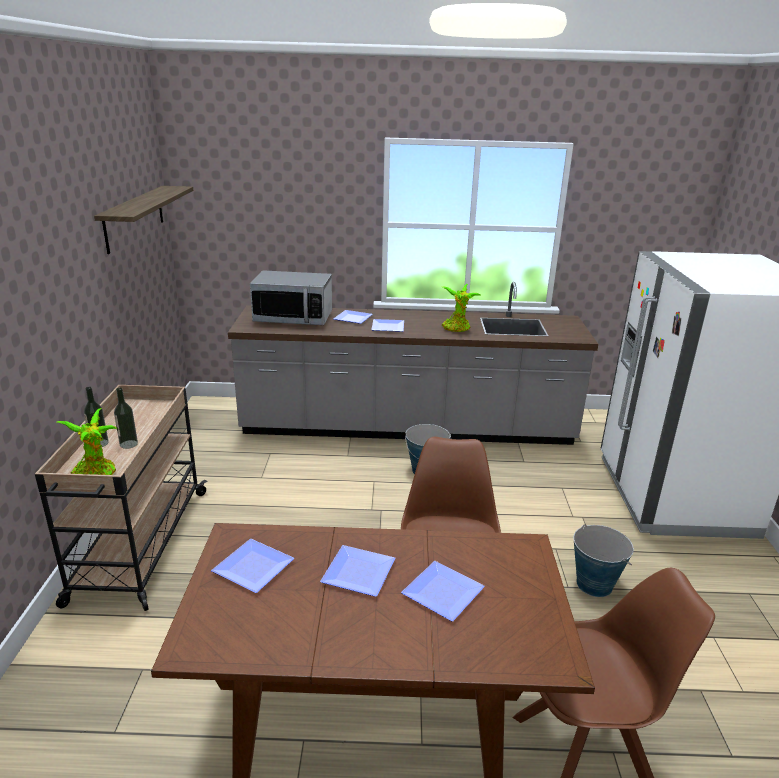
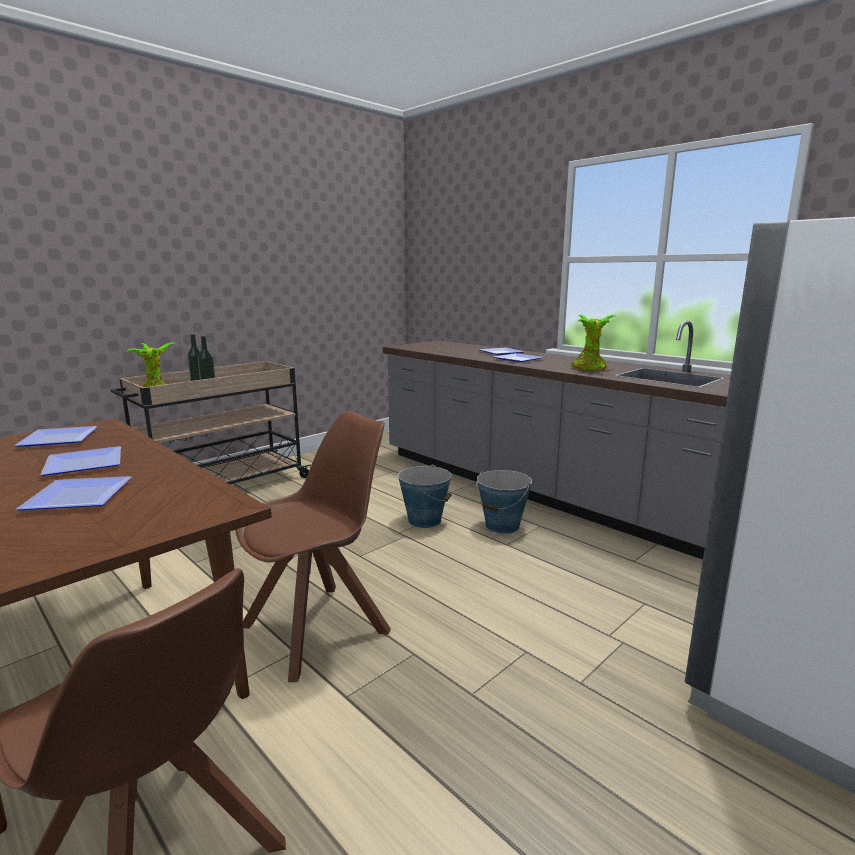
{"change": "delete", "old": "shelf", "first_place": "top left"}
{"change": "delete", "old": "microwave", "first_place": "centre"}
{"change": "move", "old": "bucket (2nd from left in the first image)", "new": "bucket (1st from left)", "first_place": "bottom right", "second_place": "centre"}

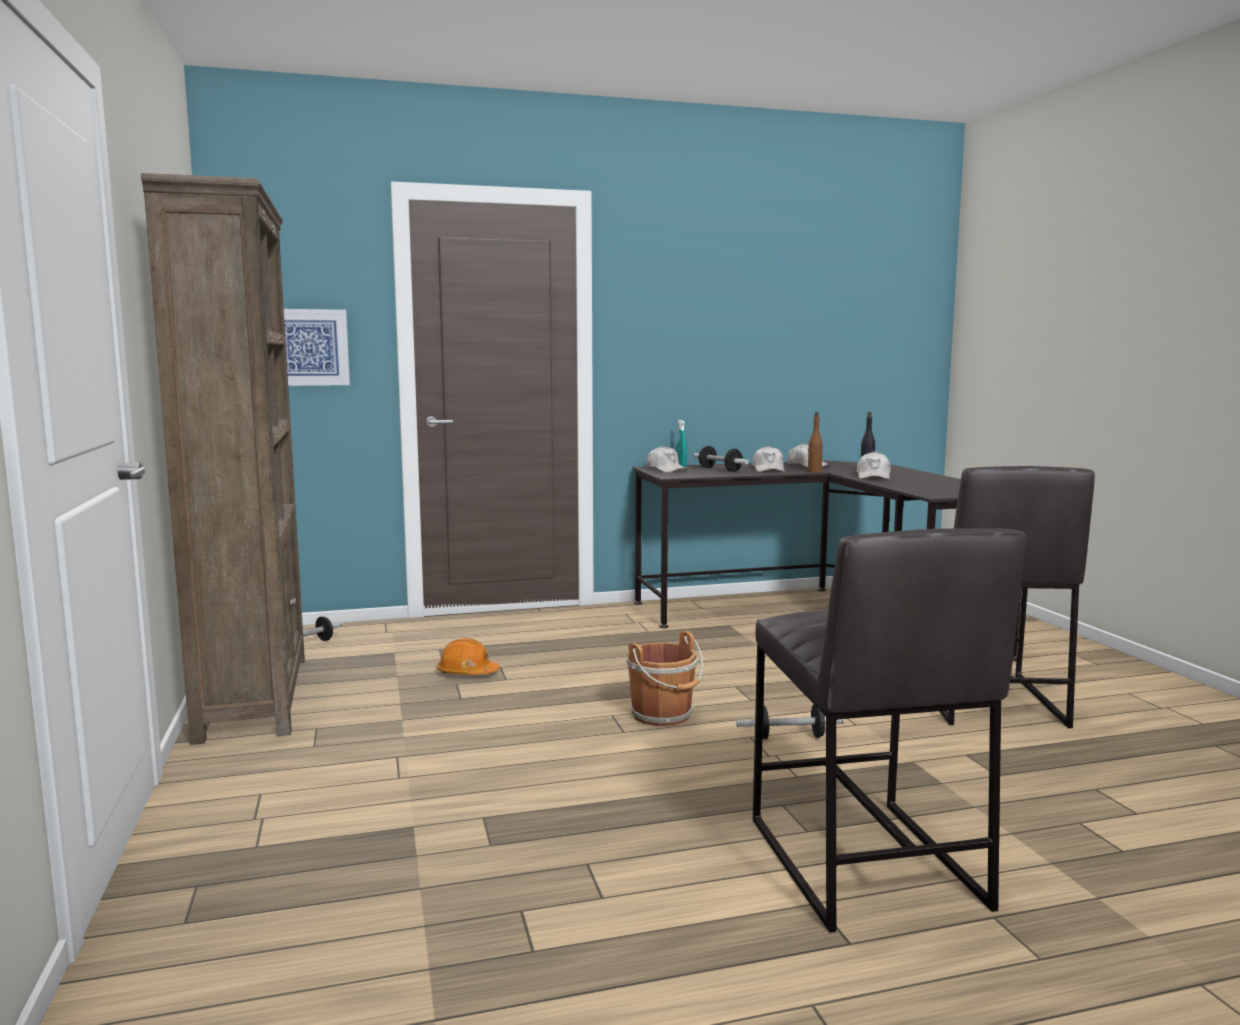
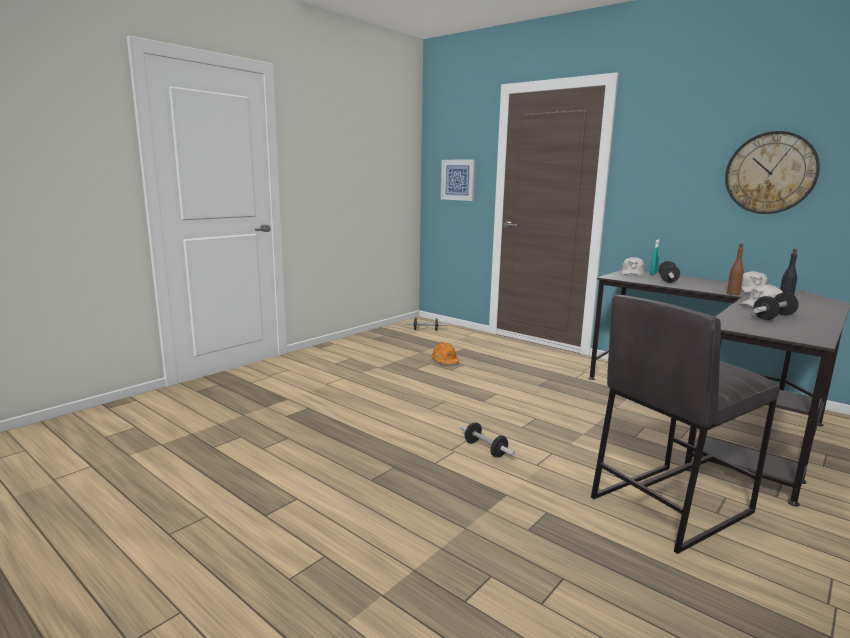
{"change": "delete", "old": "brown_bookcase", "first_place": "middle left"}
{"change": "delete", "old": "brown_bucket", "first_place": "centre"}
{"change": "delete", "old": "white_cap (2nd from left)", "first_place": "centre"}
{"change": "delete", "old": "grey_stool (1st from left)", "first_place": "bottom right"}
{"change": "insert", "new": "wall_clock", "second_place": "top right"}
{"change": "insert", "new": "dumbbell (4th from left)", "second_place": "middle right"}

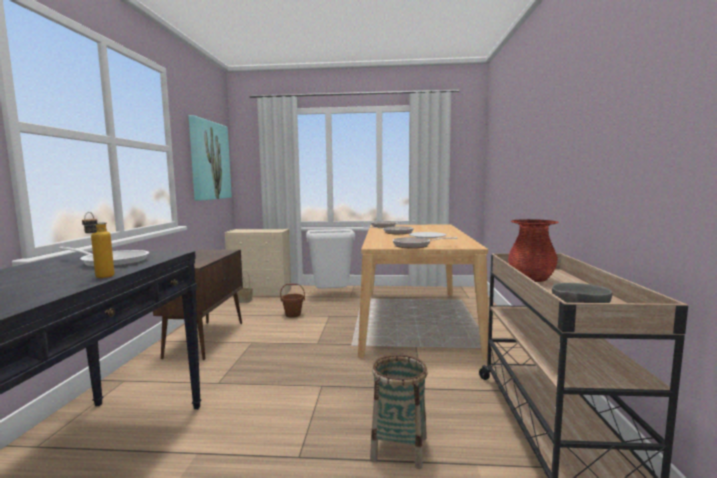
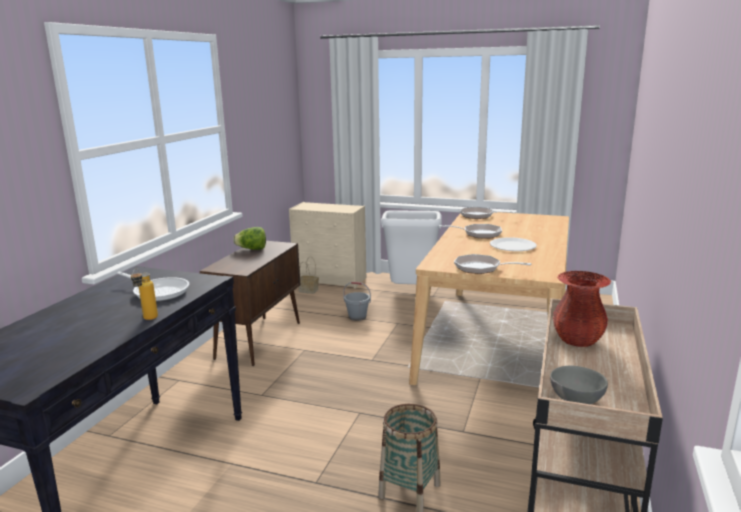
{"change": "delete", "old": "picture", "first_place": "top left"}
{"change": "recolor", "old": "brown_bucket", "new": "grey_bucket", "first_place": "centre", "second_place": "centre"}
{"change": "insert", "new": "lettuce", "second_place": "centre"}

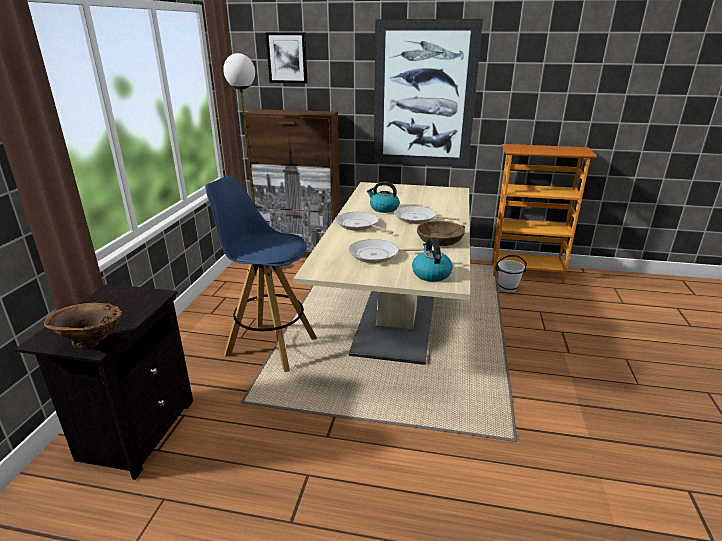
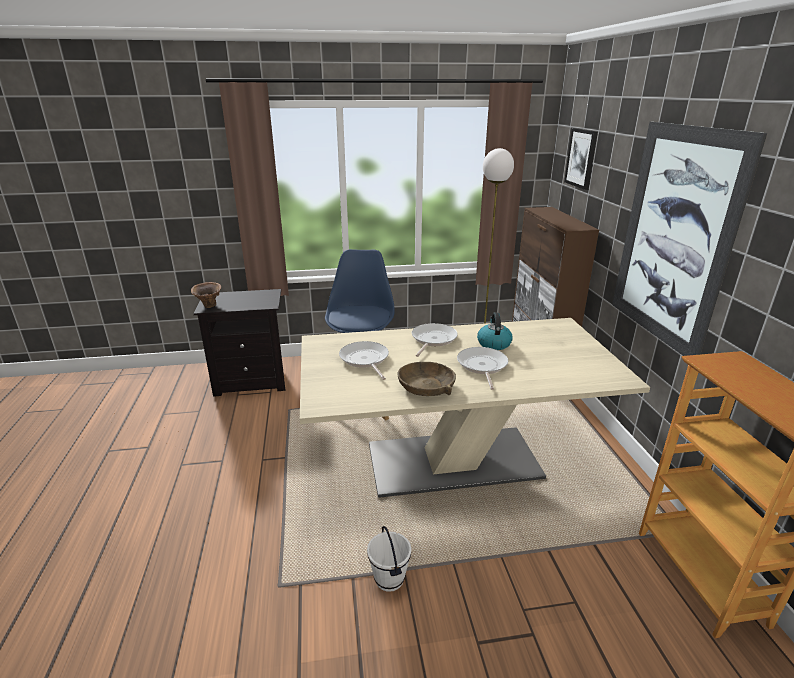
{"change": "delete", "old": "kettle (2nd from left)", "first_place": "centre"}
{"change": "move", "old": "white_bucket", "first_place": "middle right", "second_place": "bottom centre"}

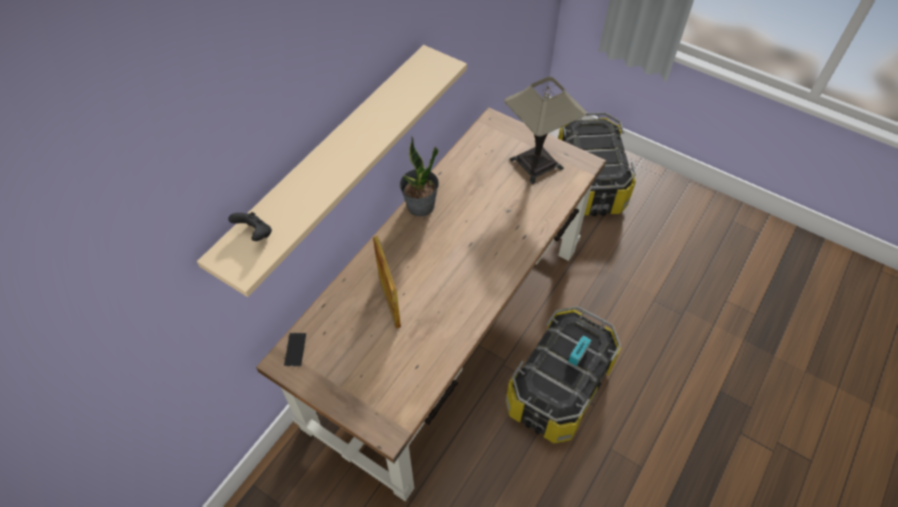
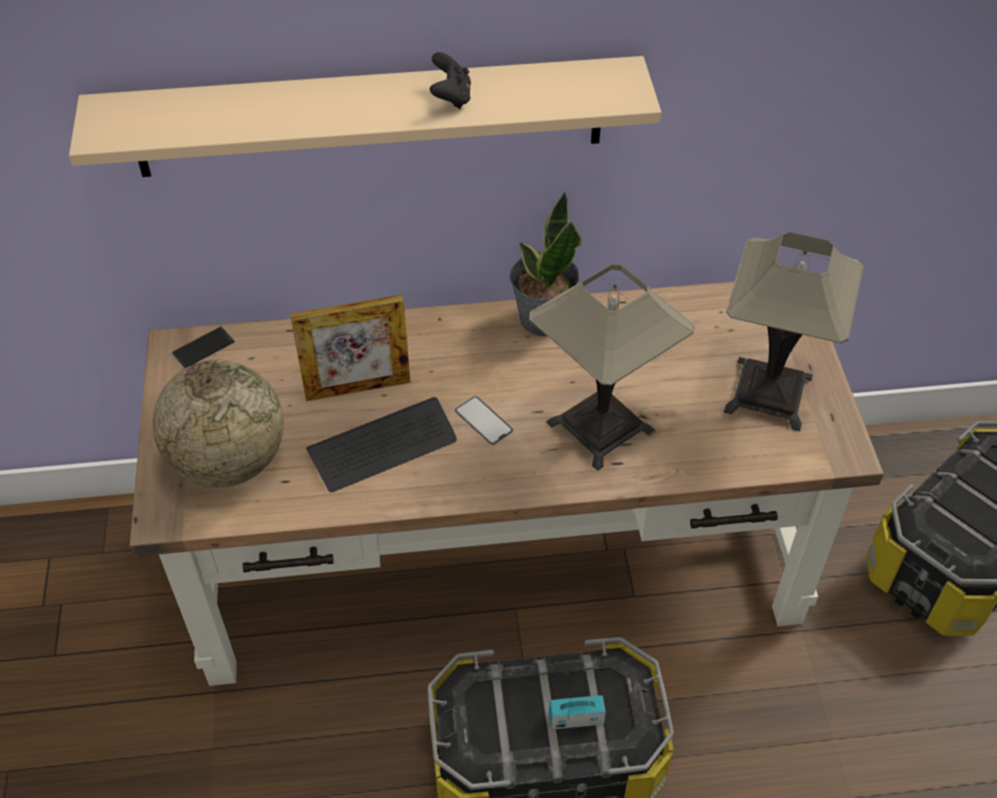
{"change": "move", "old": "black_game_controller", "first_place": "middle left", "second_place": "top centre"}
{"change": "rotate", "old": "picture_frame", "first_place": "centre", "second_place": "centre", "degrees": 45}
{"change": "insert", "new": "globe", "second_place": "middle left"}
{"change": "insert", "new": "keyboard", "second_place": "centre"}
{"change": "insert", "new": "phone (2nd from left)", "second_place": "centre"}
{"change": "insert", "new": "table_lamp (1st from left)", "second_place": "centre"}

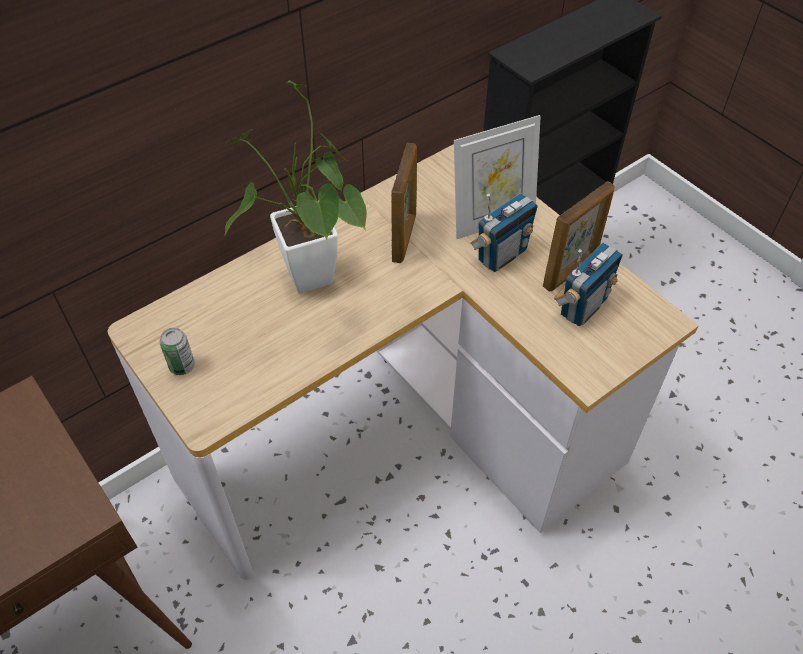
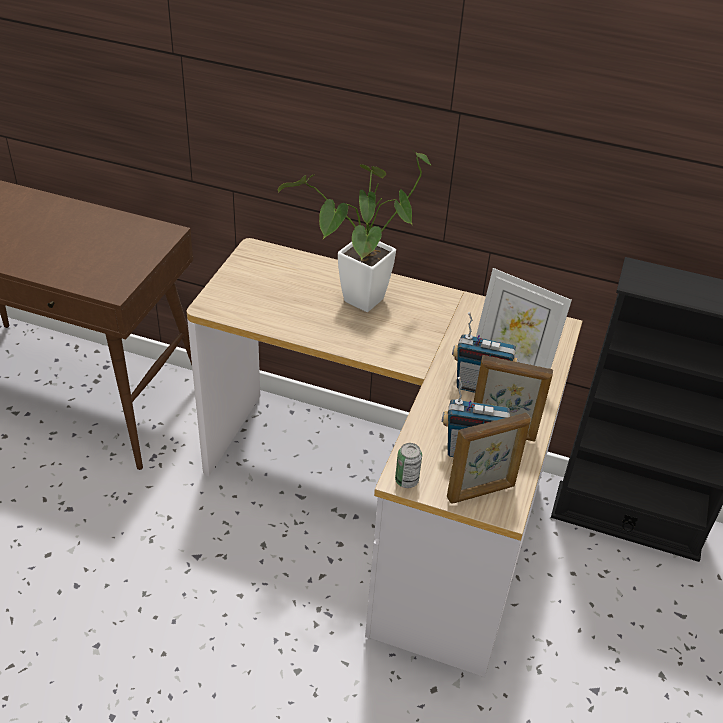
{"change": "move", "old": "can", "first_place": "middle left", "second_place": "centre"}
{"change": "move", "old": "picture_frame (1st from left)", "first_place": "top centre", "second_place": "middle right"}

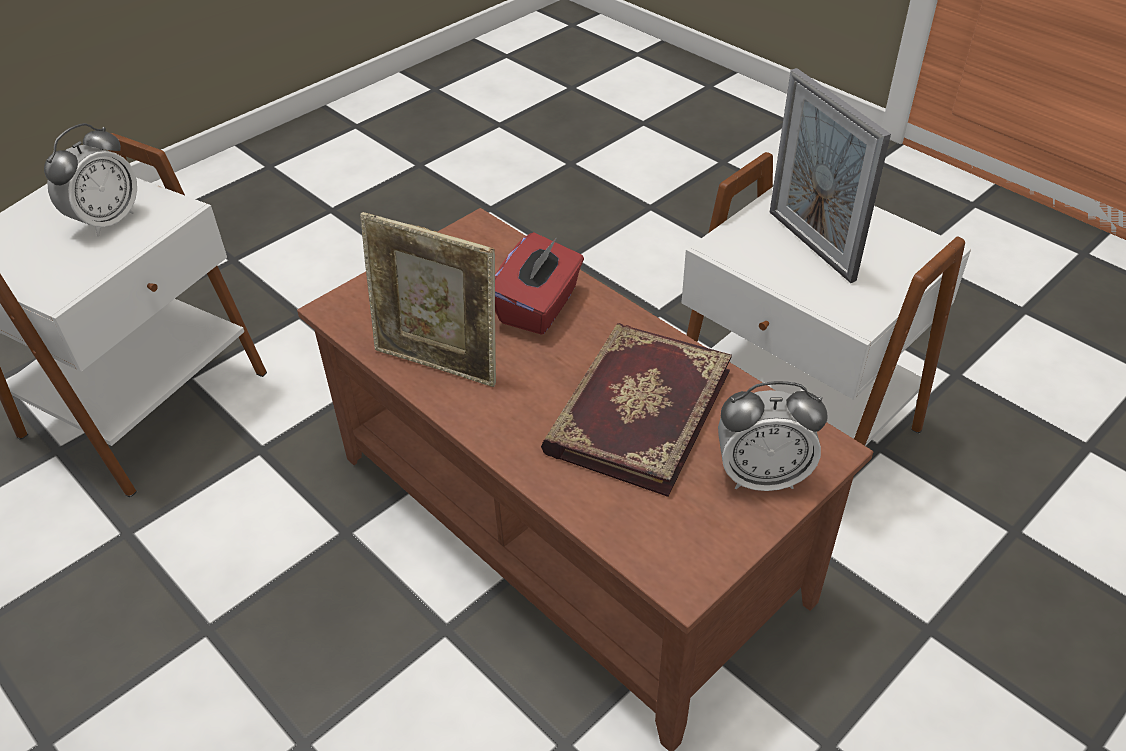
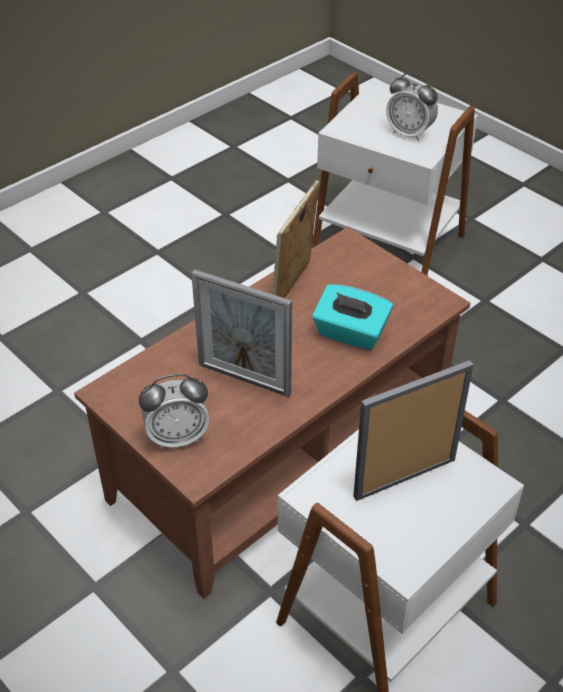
{"change": "recolor", "old": "red_tissue_box", "new": "turquoise_tissue_box", "first_place": "centre", "second_place": "centre"}
{"change": "replace", "old": "book", "new": "picture_frame (1st from left)", "first_place": "centre", "second_place": "centre"}
{"change": "rotate", "old": "alarm_clock (2nd from left in the first image)", "first_place": "middle right", "second_place": "middle left", "degrees": -105}

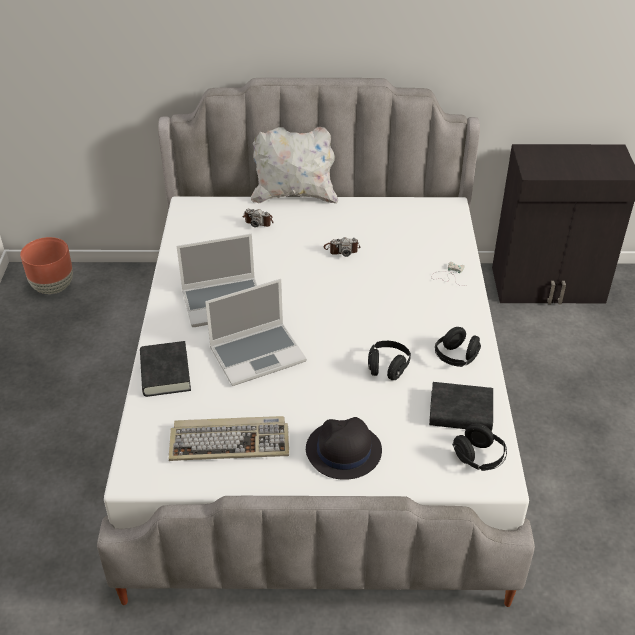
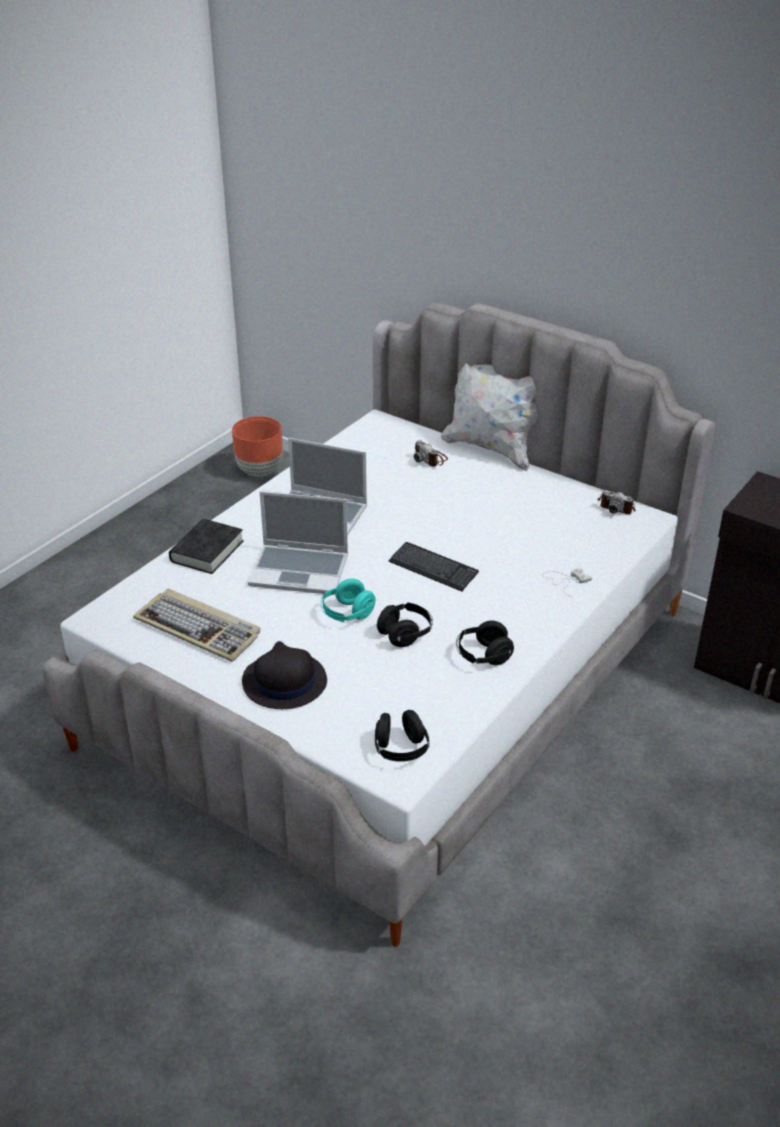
{"change": "move", "old": "photo_camera (2nd from left)", "first_place": "centre", "second_place": "middle right"}
{"change": "delete", "old": "black_book (2nd from left)", "first_place": "middle right"}
{"change": "insert", "new": "turquoise_headphones", "second_place": "centre"}
{"change": "insert", "new": "keyboard (2nd from left)", "second_place": "centre"}

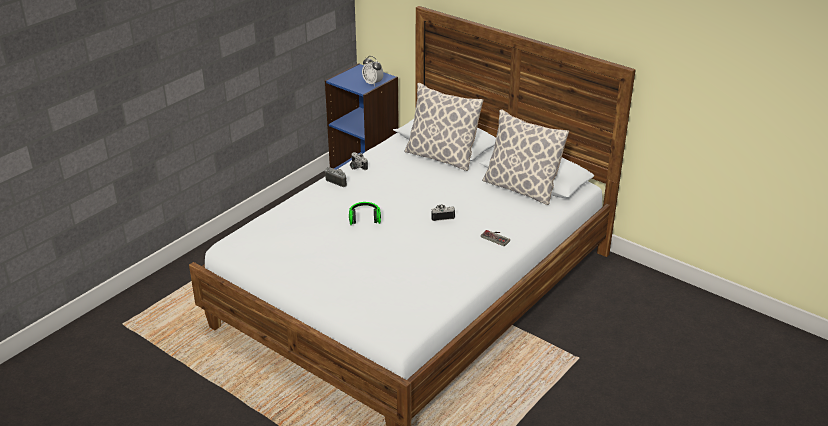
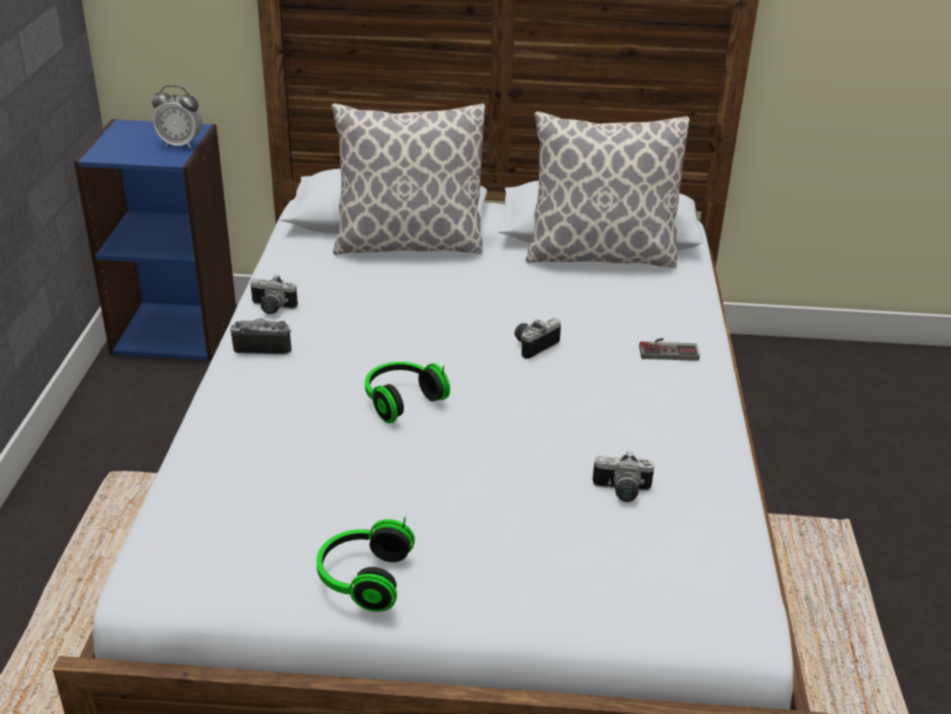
{"change": "insert", "new": "headphones (1st from left)", "second_place": "bottom centre"}
{"change": "insert", "new": "photo_camera (4th from left)", "second_place": "bottom centre"}

